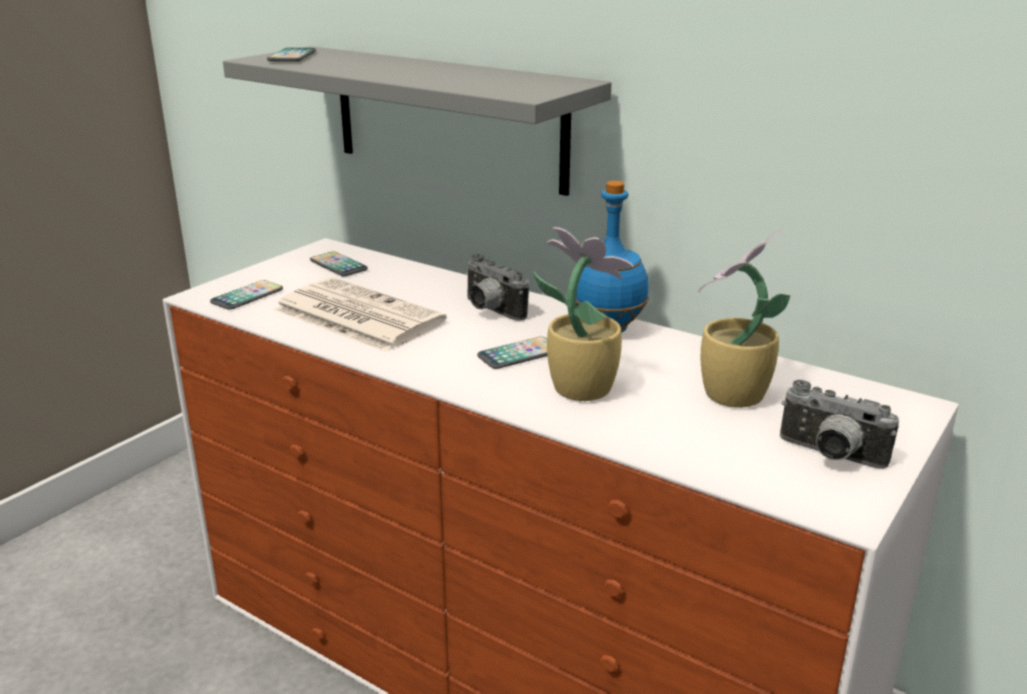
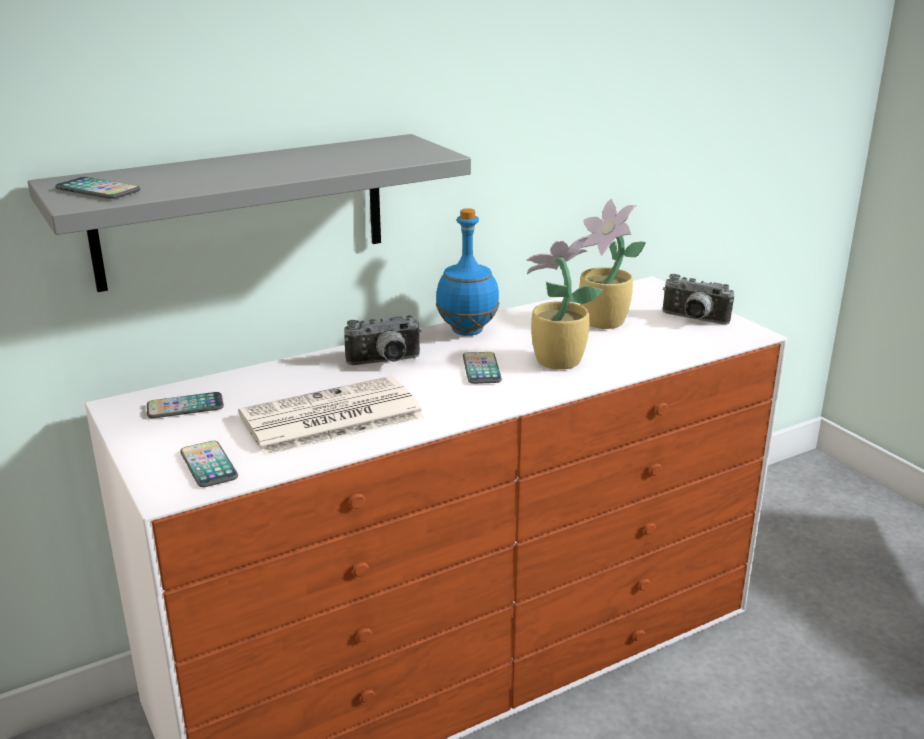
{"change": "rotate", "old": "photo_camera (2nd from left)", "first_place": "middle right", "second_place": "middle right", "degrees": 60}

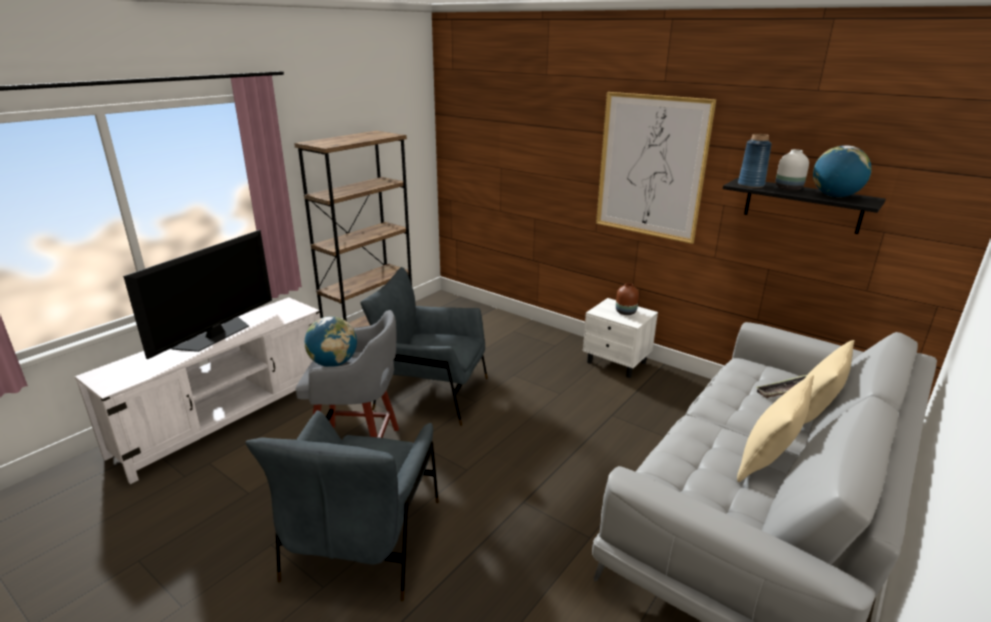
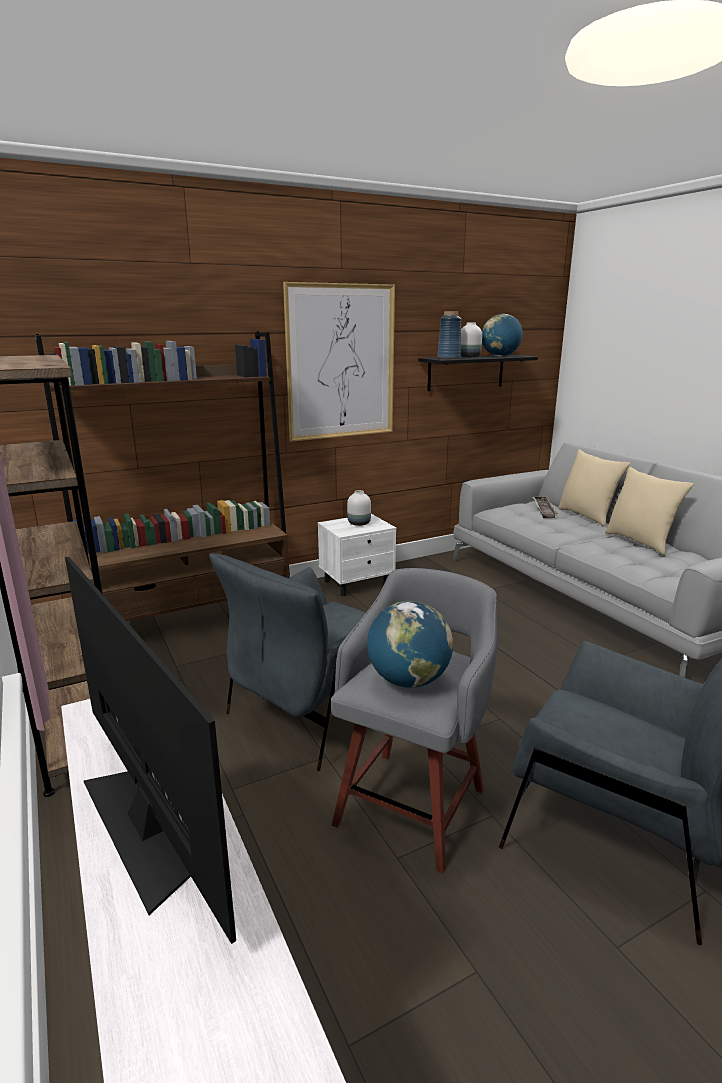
{"change": "recolor", "old": "brown_vase", "new": "white_vase (1st from left)", "first_place": "centre", "second_place": "centre"}
{"change": "insert", "new": "brown_bookcase (2nd from left)", "second_place": "middle left"}

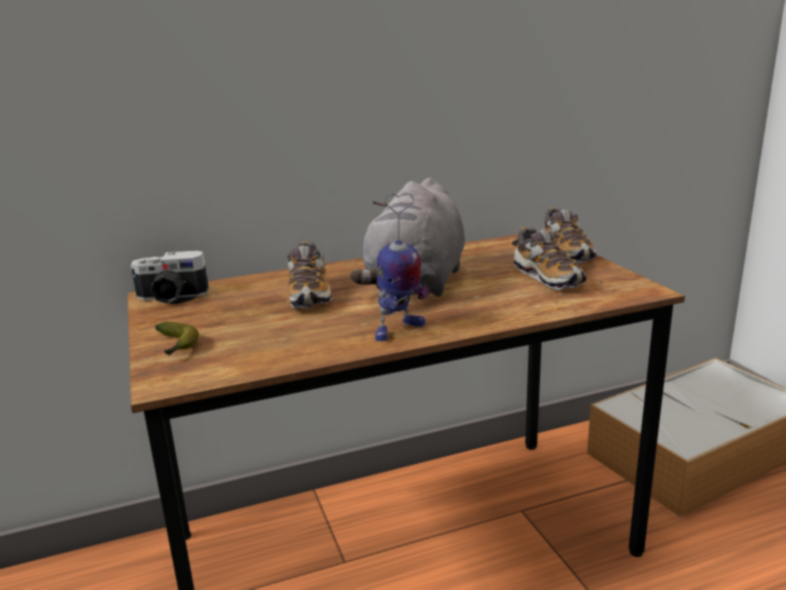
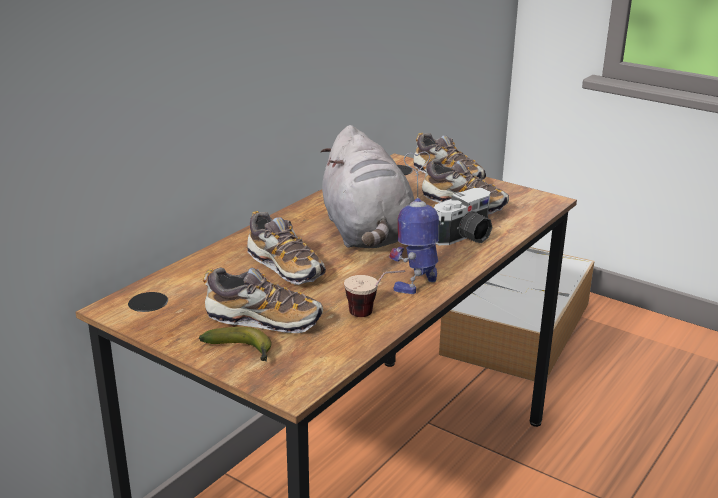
{"change": "move", "old": "photo_camera", "first_place": "middle left", "second_place": "centre"}
{"change": "rotate", "old": "toy_robot", "first_place": "centre", "second_place": "centre", "degrees": -150}
{"change": "insert", "new": "shoe (1st from left)", "second_place": "centre"}
{"change": "insert", "new": "cup", "second_place": "centre"}

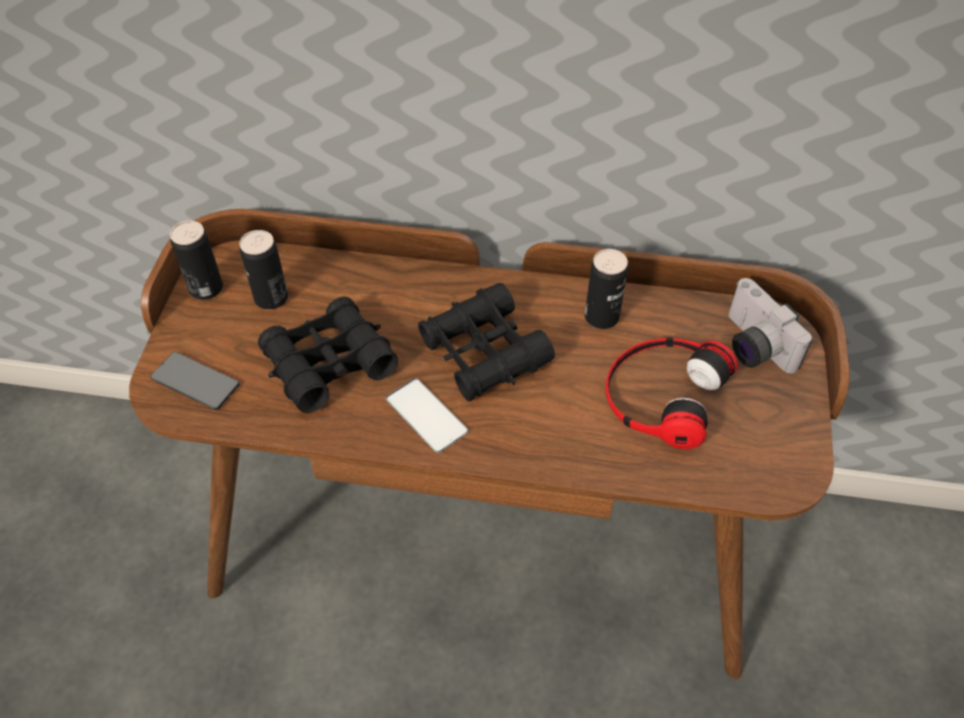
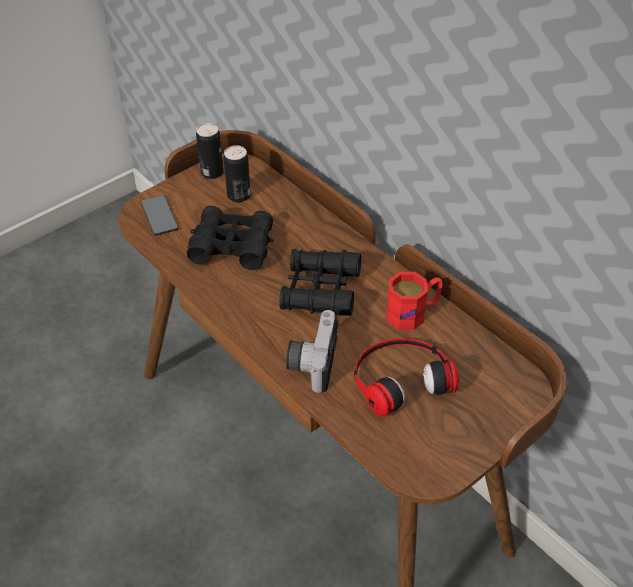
{"change": "delete", "old": "phone (2nd from left)", "first_place": "centre"}
{"change": "replace", "old": "can (3rd from left)", "new": "red_mug", "first_place": "centre", "second_place": "centre"}
{"change": "move", "old": "photo_camera", "first_place": "middle right", "second_place": "centre"}

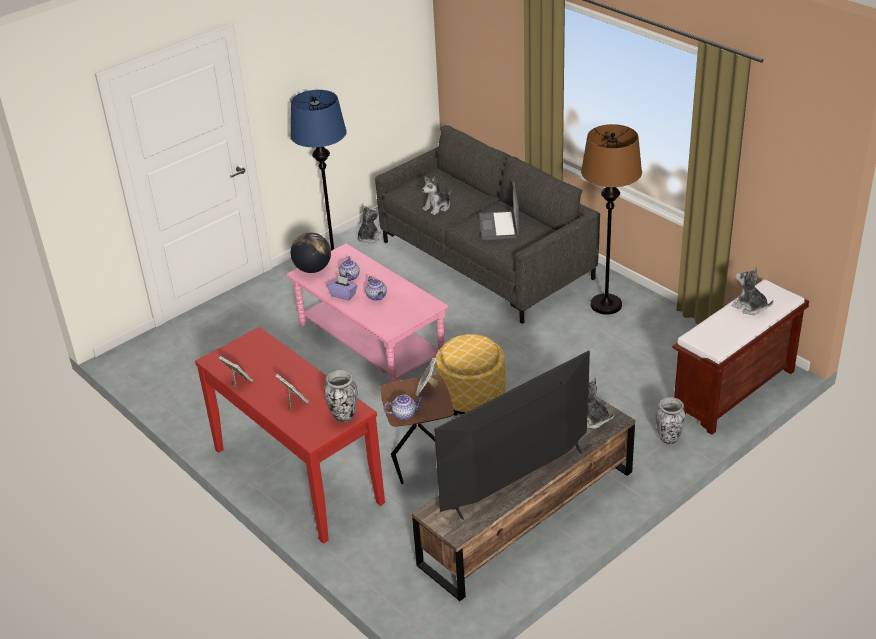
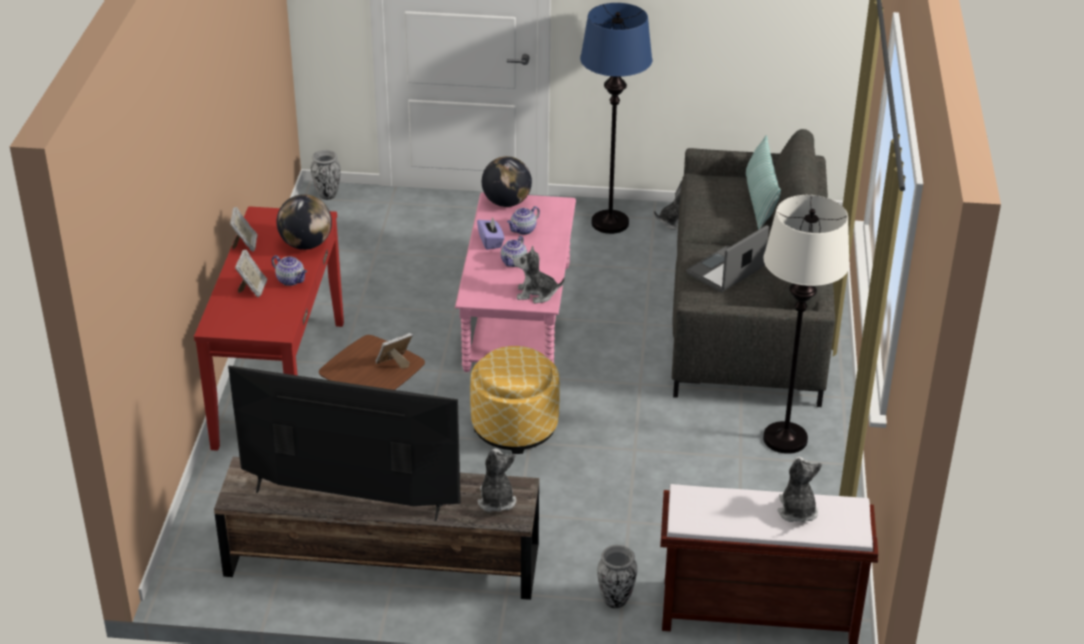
{"change": "move", "old": "vase (1st from left)", "first_place": "centre", "second_place": "top left"}
{"change": "move", "old": "teapot (3rd from left in the first image)", "new": "teapot (1st from left)", "first_place": "centre", "second_place": "middle left"}
{"change": "move", "old": "plush_toy (2nd from left)", "first_place": "top centre", "second_place": "centre"}
{"change": "recolor", "old": "brown_floor_lamp", "new": "white_floor_lamp", "first_place": "middle right", "second_place": "middle right"}
{"change": "insert", "new": "globe (1st from left)", "second_place": "middle left"}
{"change": "insert", "new": "pillow", "second_place": "top right"}

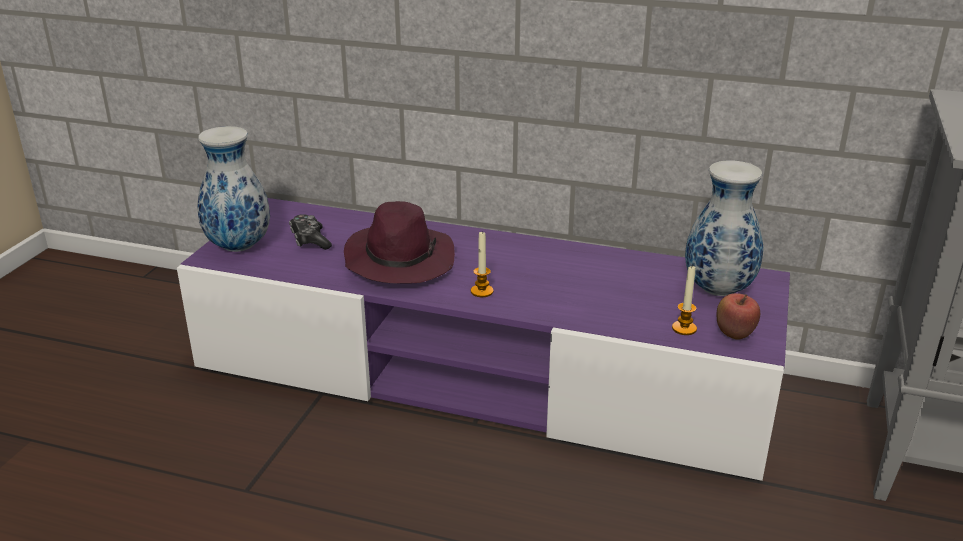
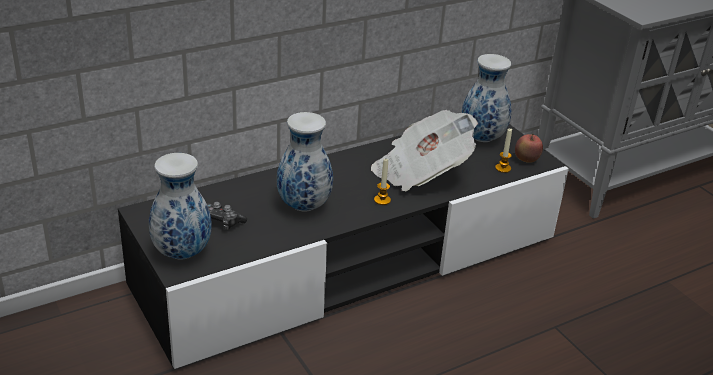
{"change": "recolor", "old": "purple_tv_stand", "new": "black_tv_stand", "first_place": "centre", "second_place": "centre"}
{"change": "replace", "old": "purple_hat", "new": "vase (2nd from left)", "first_place": "centre", "second_place": "centre"}
{"change": "insert", "new": "newspaper", "second_place": "centre"}

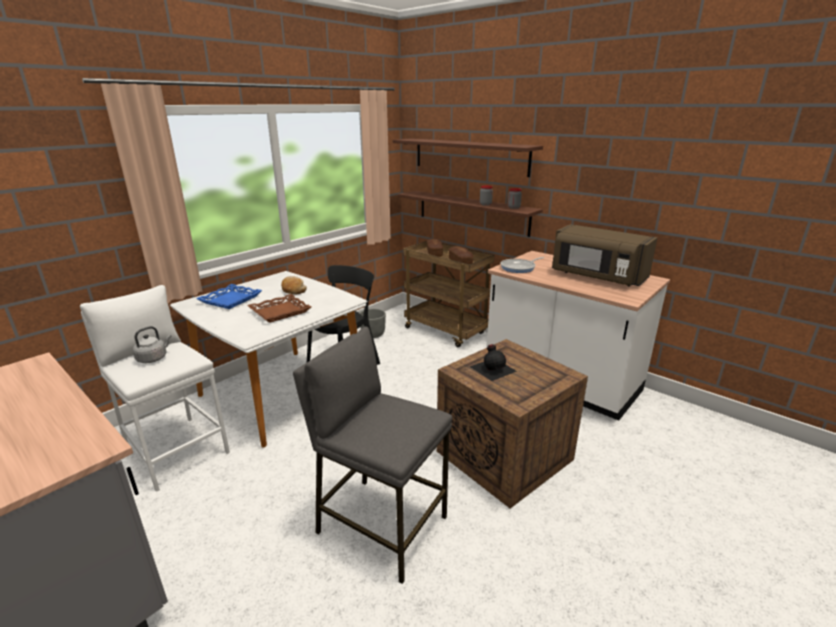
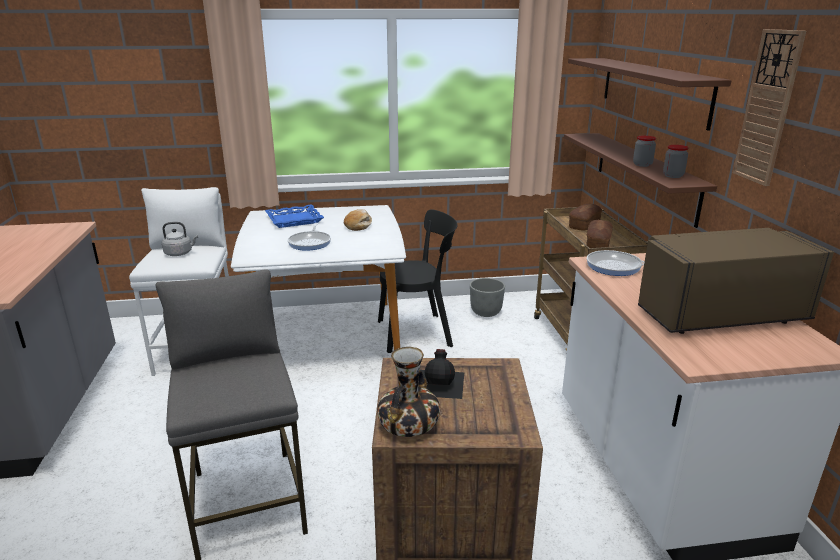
{"change": "replace", "old": "brown_tray", "new": "frying_pan (1st from left)", "first_place": "centre", "second_place": "centre"}
{"change": "rotate", "old": "brown_microwave", "first_place": "middle right", "second_place": "middle right", "degrees": 90}
{"change": "insert", "new": "vase", "second_place": "bottom centre"}
{"change": "insert", "new": "wall_clock", "second_place": "top right"}

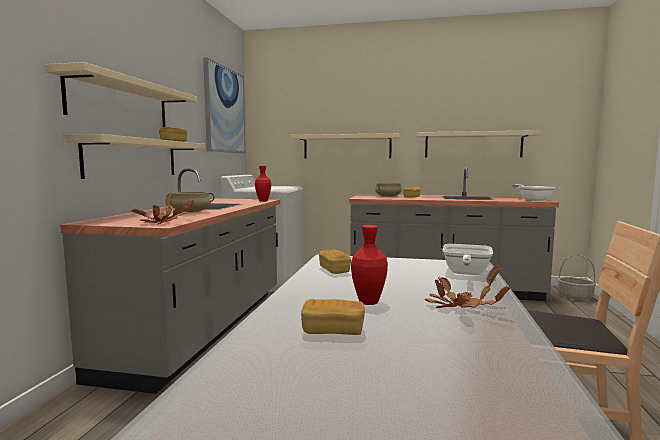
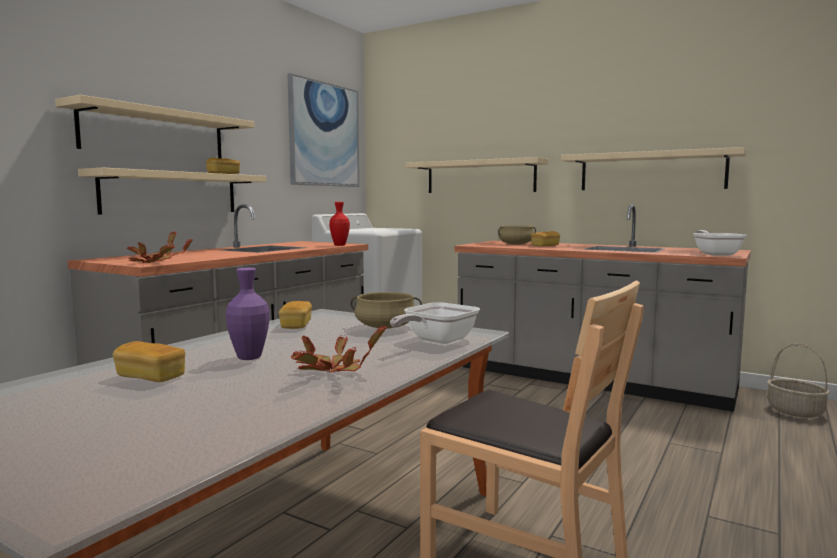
{"change": "move", "old": "beige_cooking_pot (1st from left)", "first_place": "middle left", "second_place": "centre"}
{"change": "recolor", "old": "red_vase (2nd from left)", "new": "purple_vase", "first_place": "centre", "second_place": "middle left"}

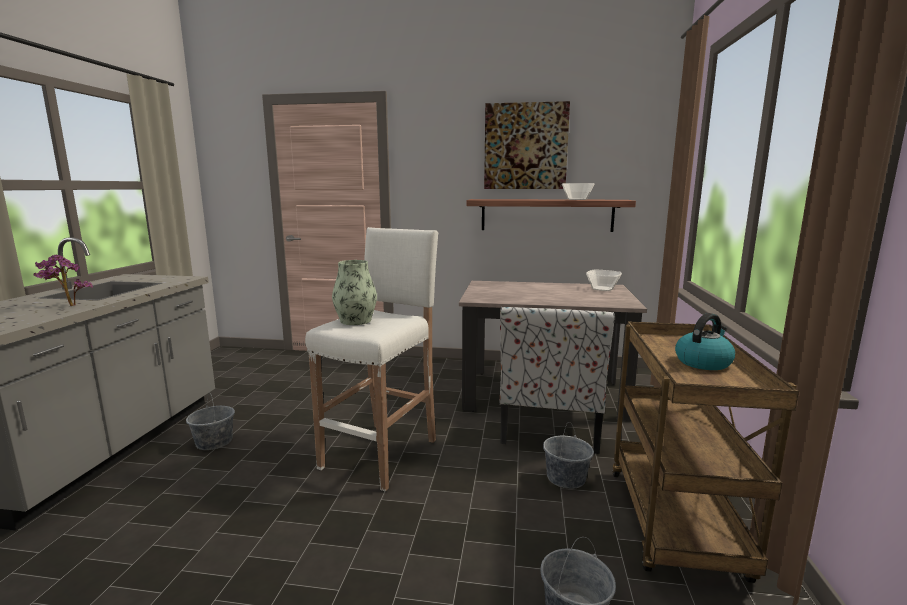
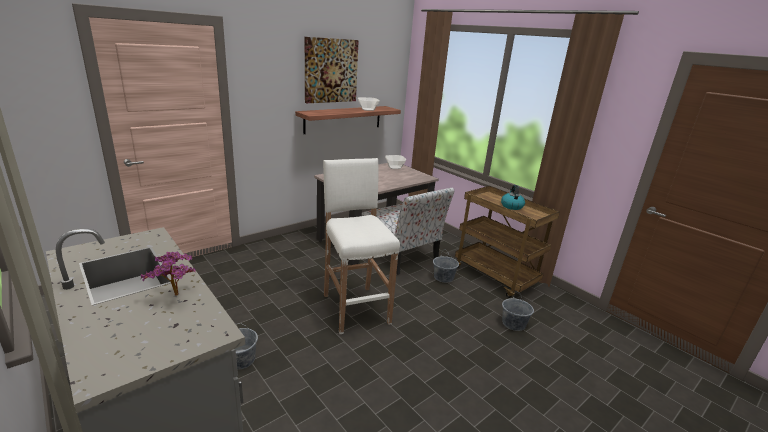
{"change": "delete", "old": "vase", "first_place": "centre"}

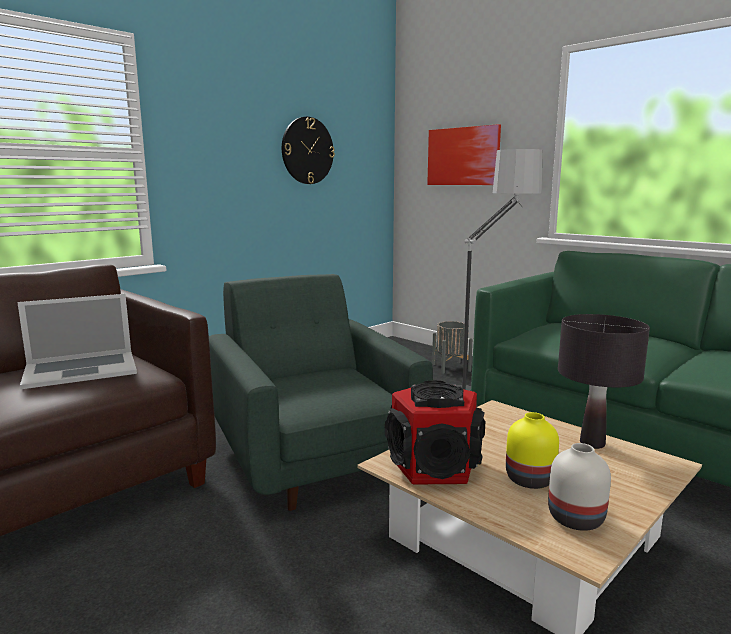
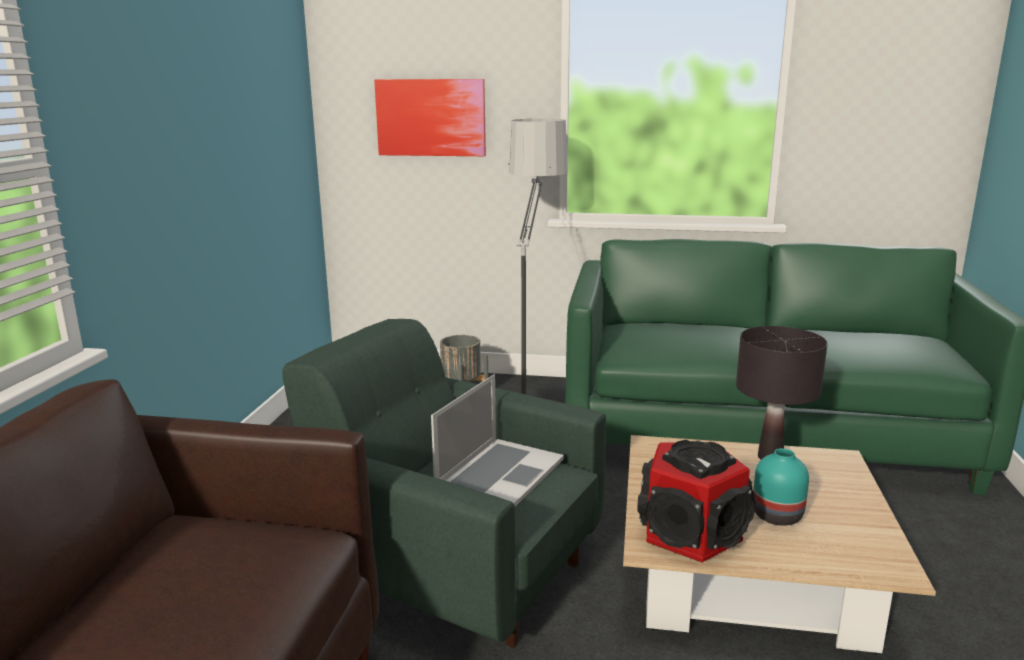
{"change": "move", "old": "laptop", "first_place": "middle left", "second_place": "bottom centre"}
{"change": "delete", "old": "wall_clock", "first_place": "top centre"}
{"change": "recolor", "old": "yellow_vase", "new": "turquoise_vase", "first_place": "bottom right", "second_place": "bottom right"}
{"change": "delete", "old": "white_vase", "first_place": "bottom right"}

